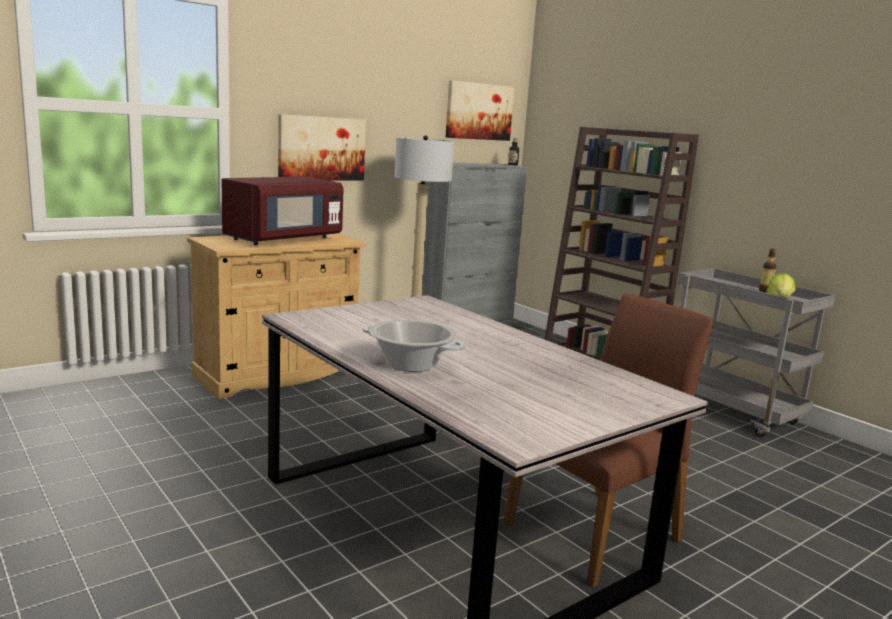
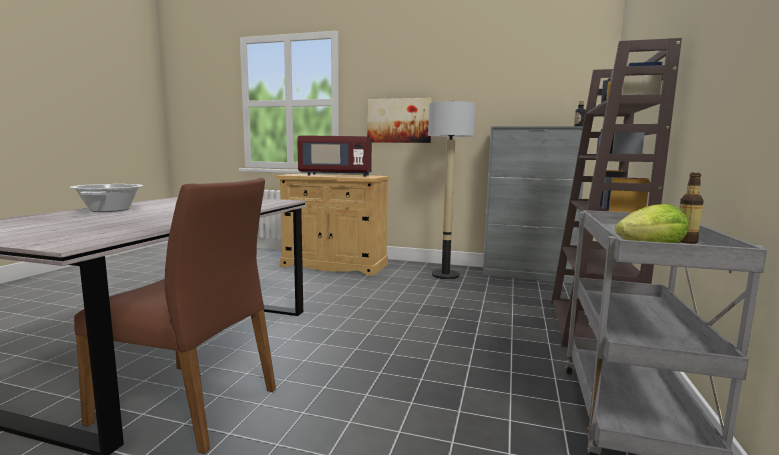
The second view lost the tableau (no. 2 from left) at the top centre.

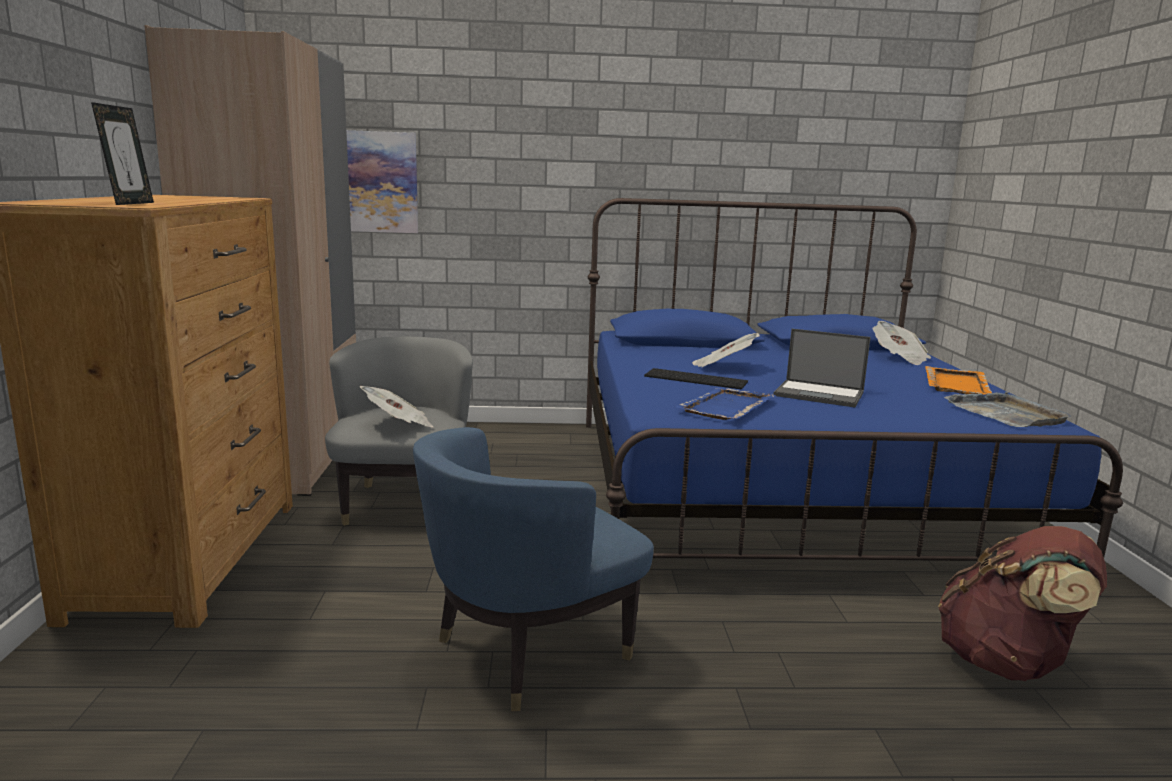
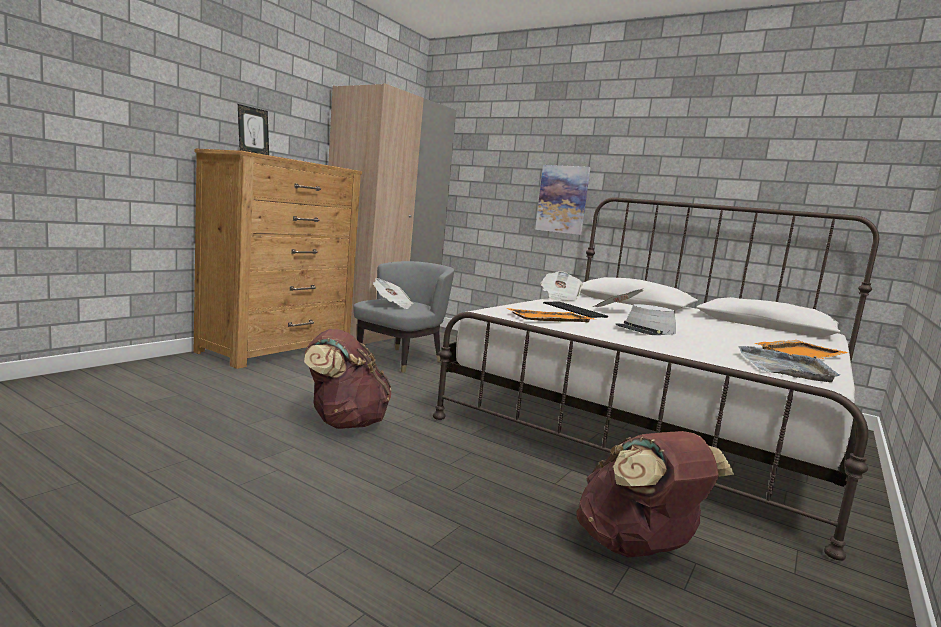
The tableau ended up elsewhere, having gone from the top left to the top centre. The journal (no. 3 from left in the first image) ended up elsewhere, having gone from the middle right to the centre. Where the fauteuil [bleu] stood at the bottom centre, the sac à dos [marron] (no. 1 from left) came to stand at the centre. Where the ordinateur portable stood at the middle right, the chapeau [gris] came to stand at the middle right. What was the lit [bleu] at the middle right turned into the lit [blanc] at the middle right. What was the plateau [bleu] at the centre turned into the plateau [orange] (no. 1 from left) at the centre.

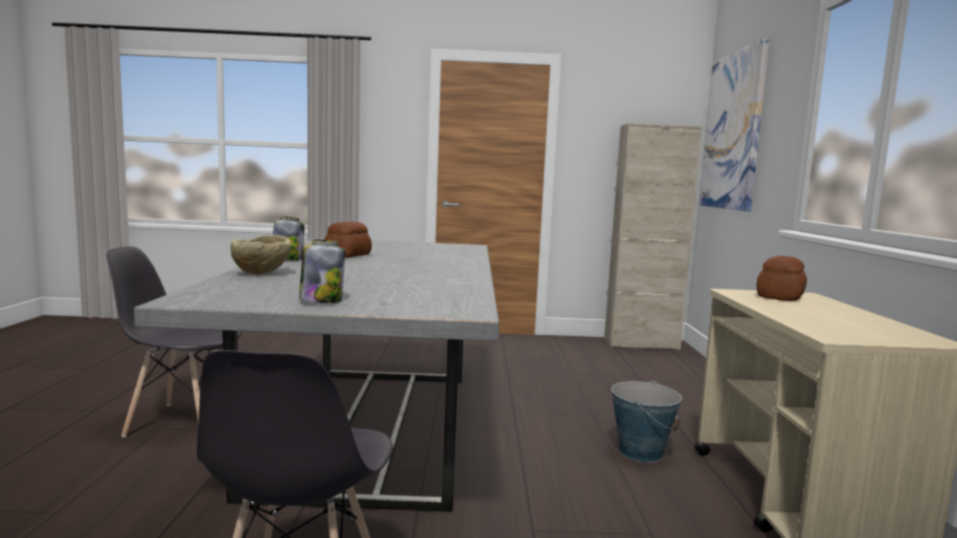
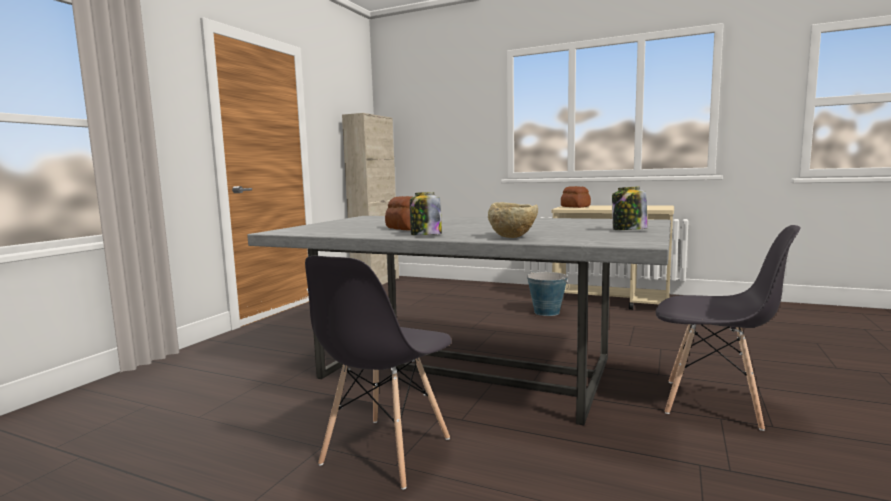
The second view lost the tableau at the top right.

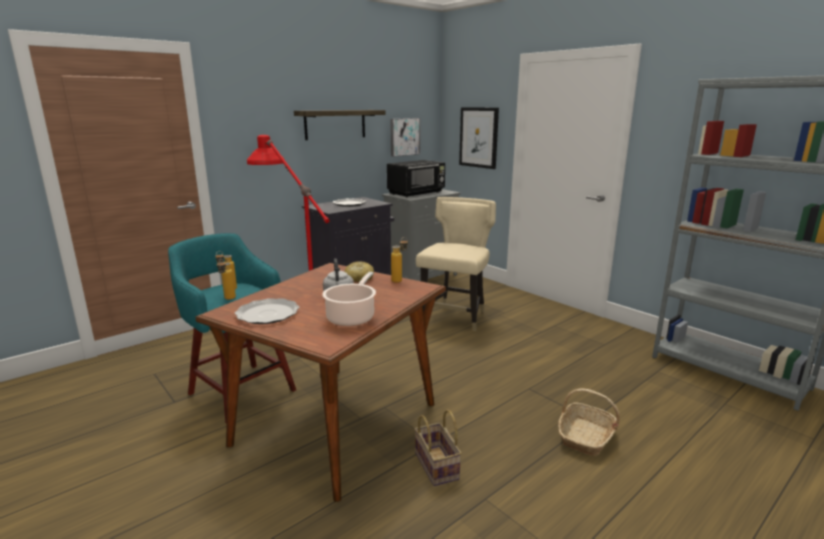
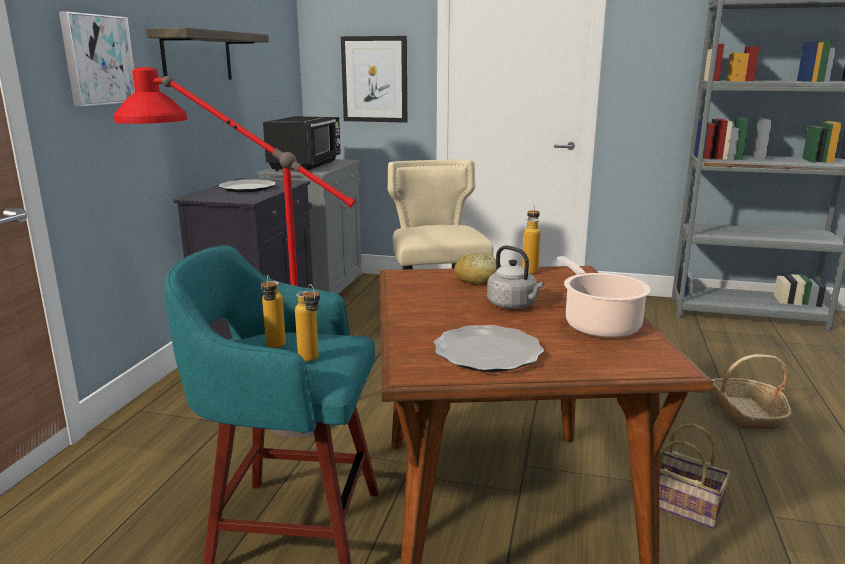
The tableau (no. 1 from left) ended up elsewhere, having gone from the top centre to the top left.

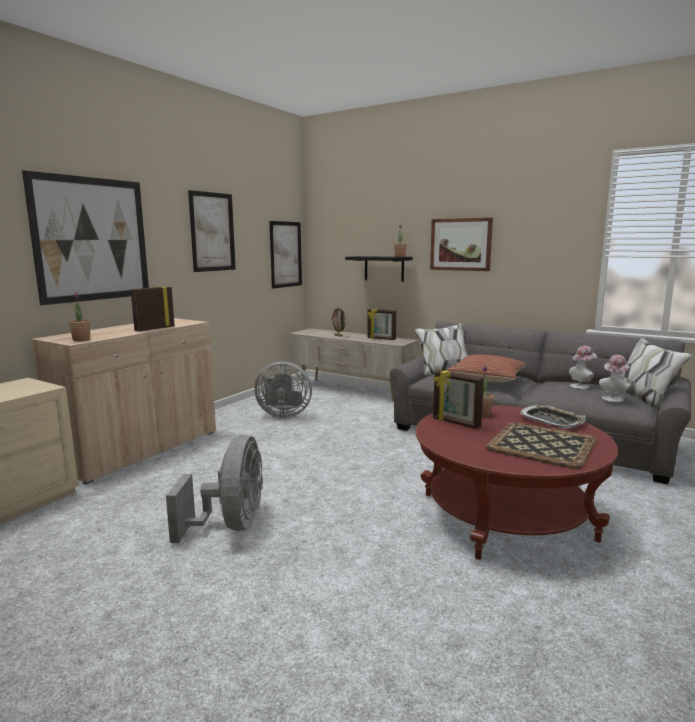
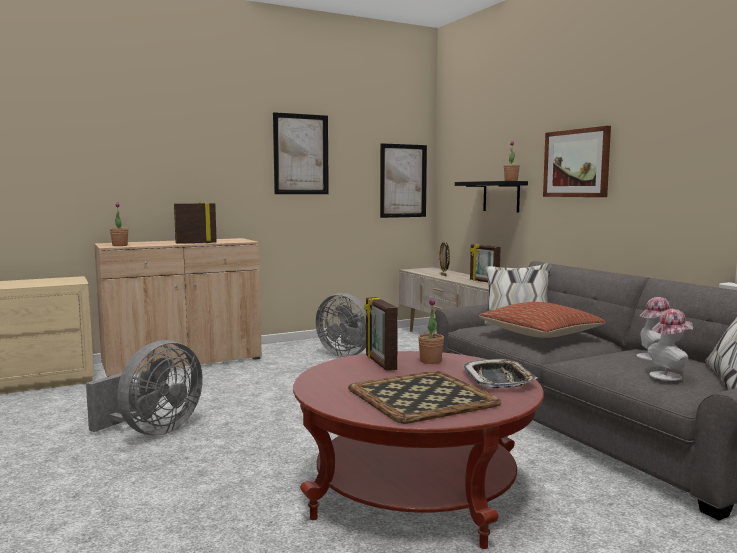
The second view lost the tableau (no. 1 from left) at the top left.

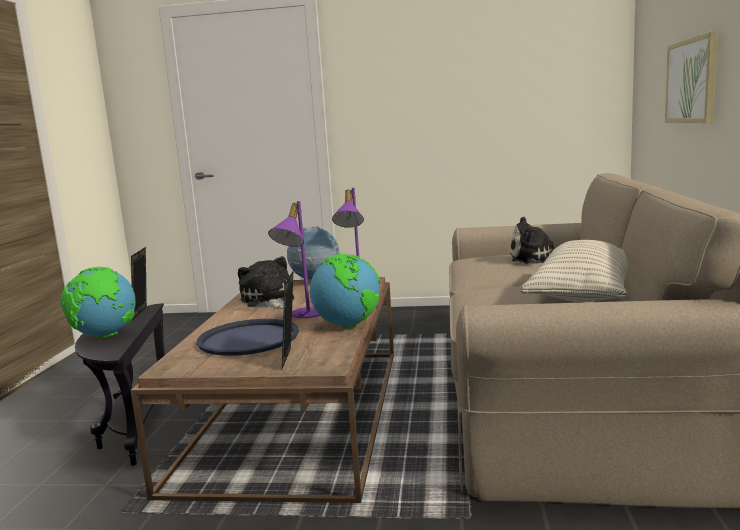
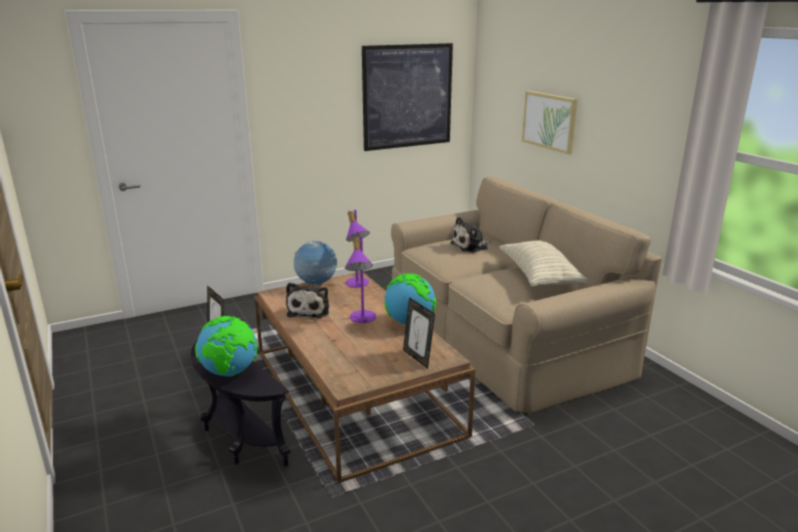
The second view lost the plateau [bleu] at the centre. The second view gained the tableau (no. 1 from left) at the top centre. The peluche (no. 1 from left) at the centre ended up facing another way, 120 degrees counterclockwise from before.

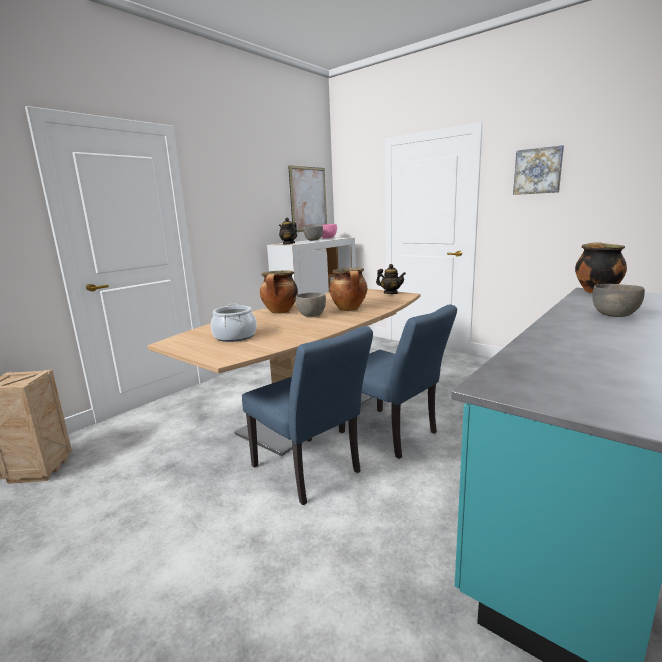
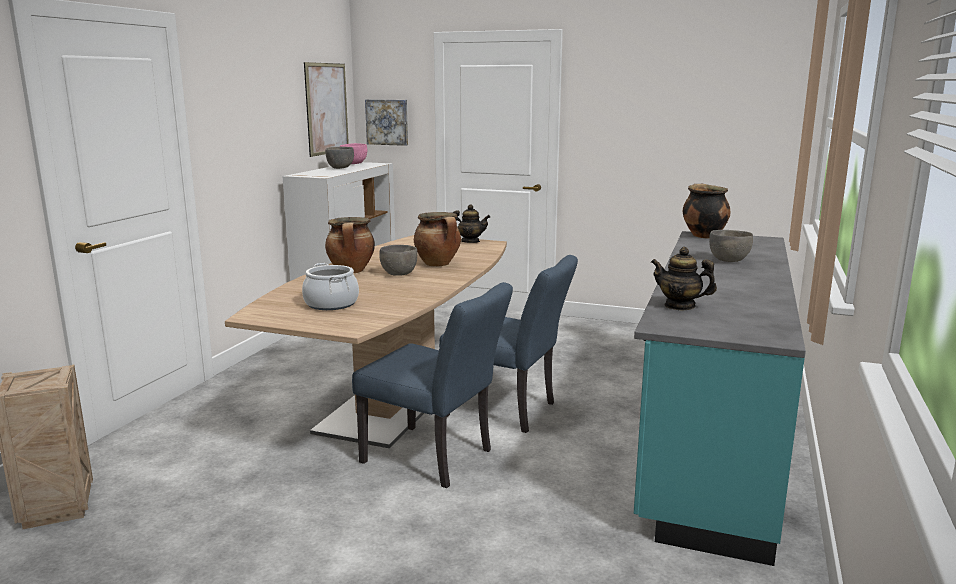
The théière (no. 1 from left in the first image) ended up elsewhere, having gone from the centre to the middle right. The tableau (no. 2 from left) ended up elsewhere, having gone from the top right to the top centre.

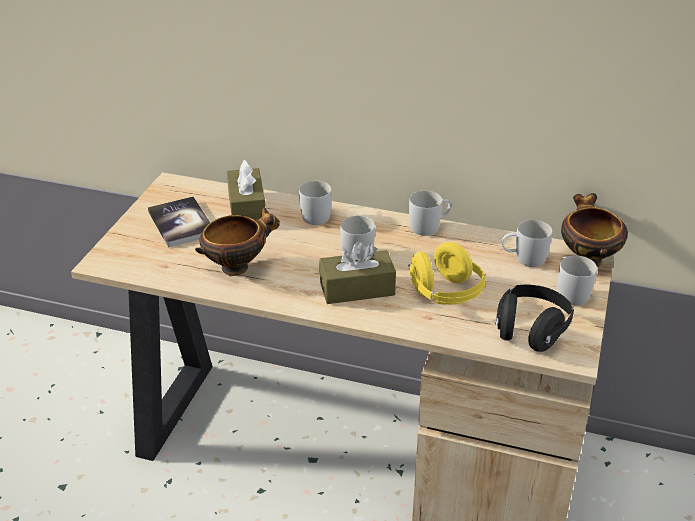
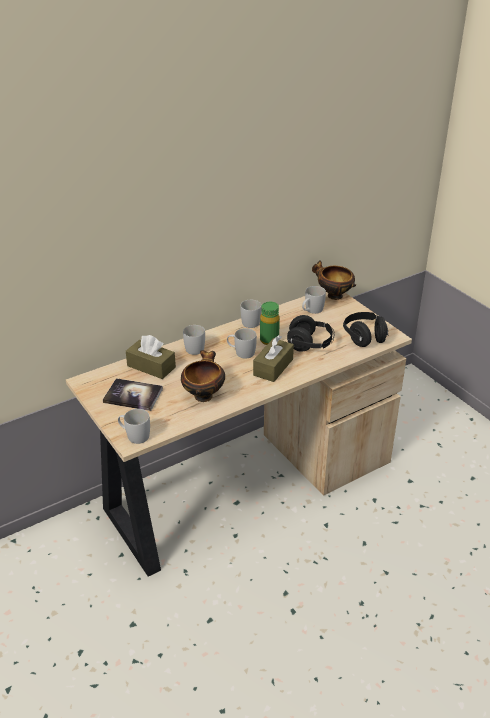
The second view gained the bouteille [vert] at the centre. The mug [blanc] (no. 5 from left in the first image) ended up elsewhere, having gone from the middle right to the middle left. What was the casque audio [jaune] at the centre turned into the casque audio [noir] (no. 1 from left) at the centre.

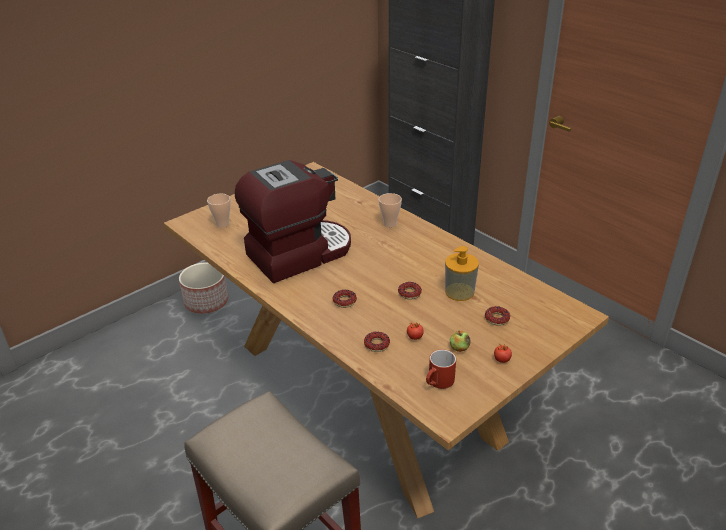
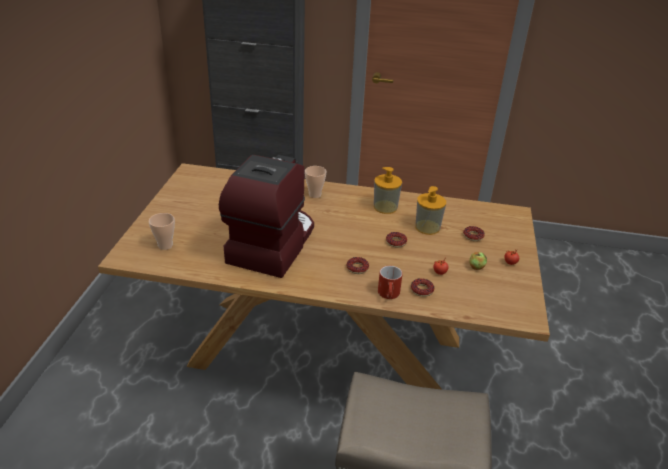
The second view lost the cache-pot at the middle left. The second view gained the distributeur de savon (no. 1 from left) at the centre. The mug [rouge] ended up elsewhere, having gone from the bottom centre to the centre.

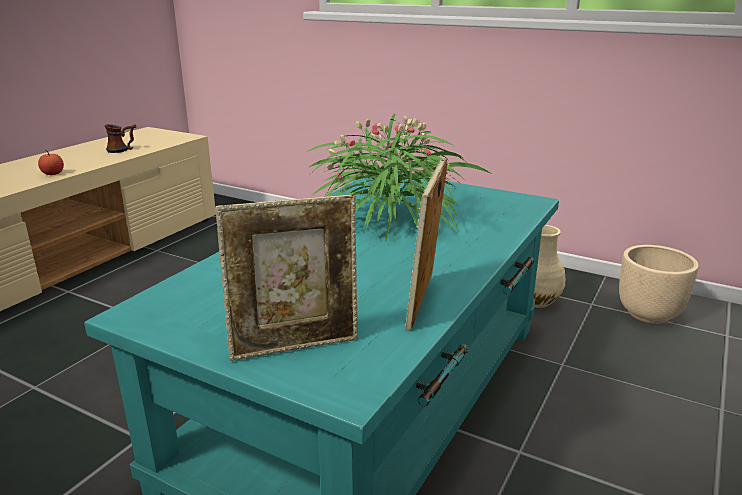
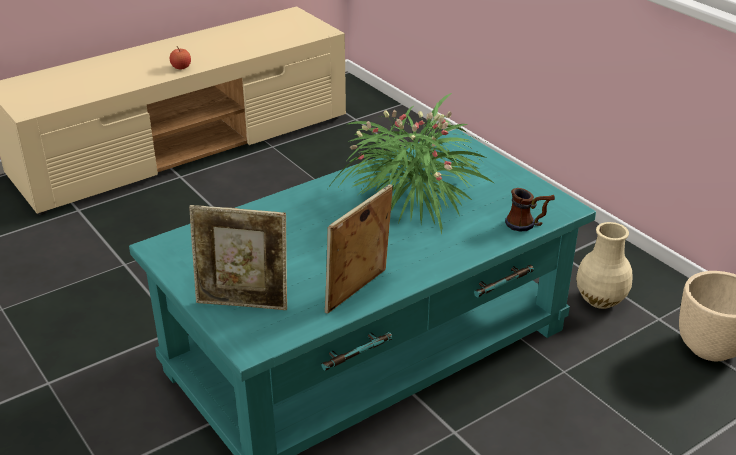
The mug ended up elsewhere, having gone from the top left to the middle right.

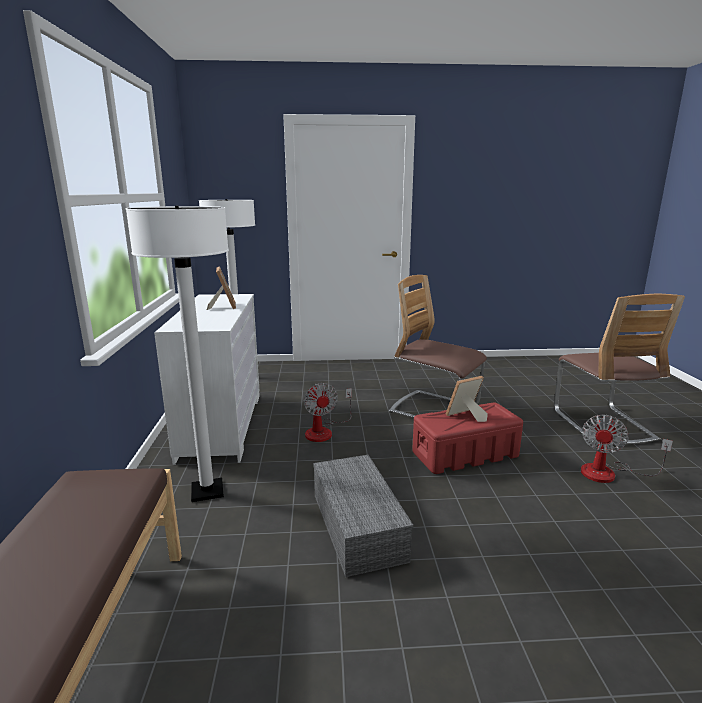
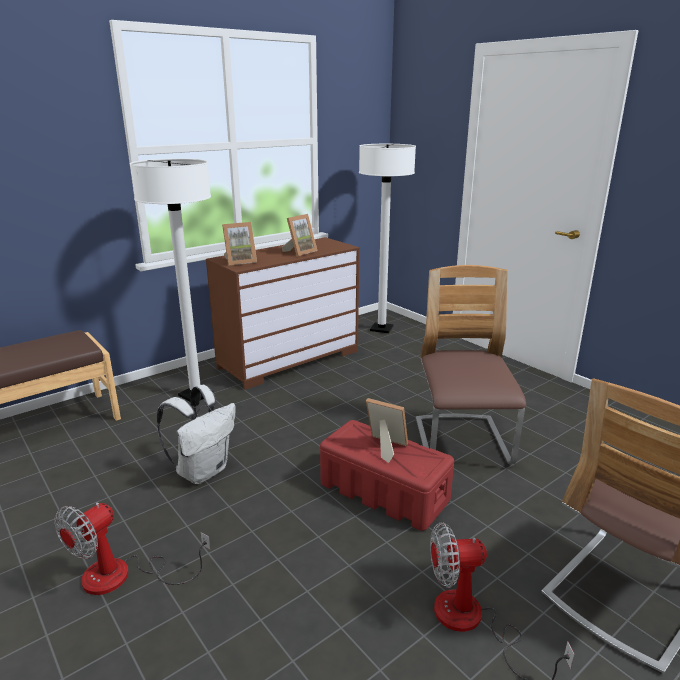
The second view gained the cadre photo (no. 1 from left) at the centre. The ventilateur (no. 1 from left) ended up elsewhere, having gone from the centre to the bottom left. Where the boîte de rangement [gris] stood at the bottom centre, the sac à dos [blanc] came to stand at the middle left. What was the commode [blanc] at the middle left turned into the commode [marron] at the centre.

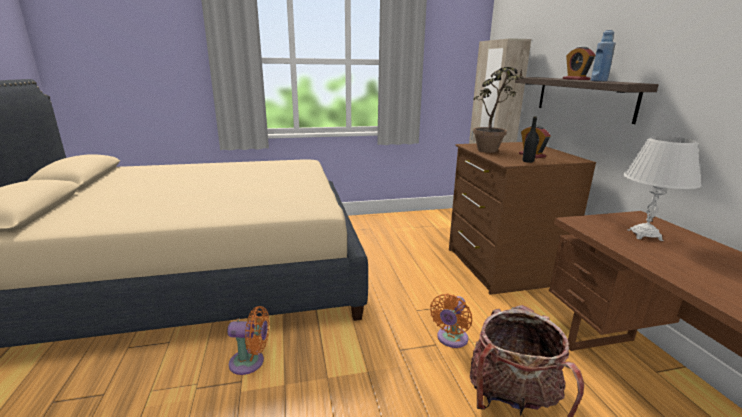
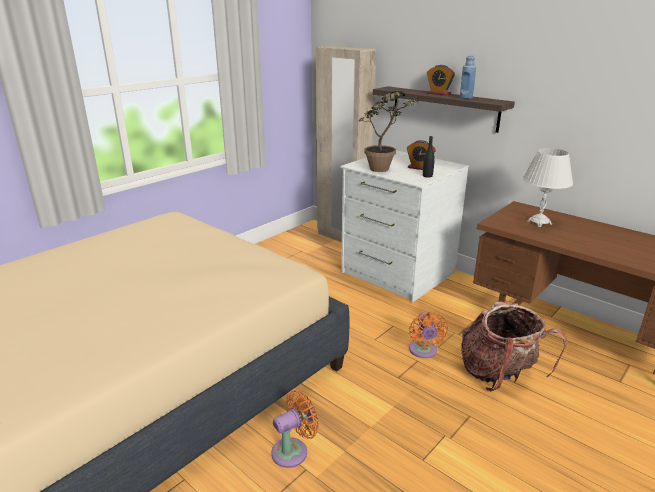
What was the commode [marron] at the middle right turned into the commode [blanc] at the centre.

